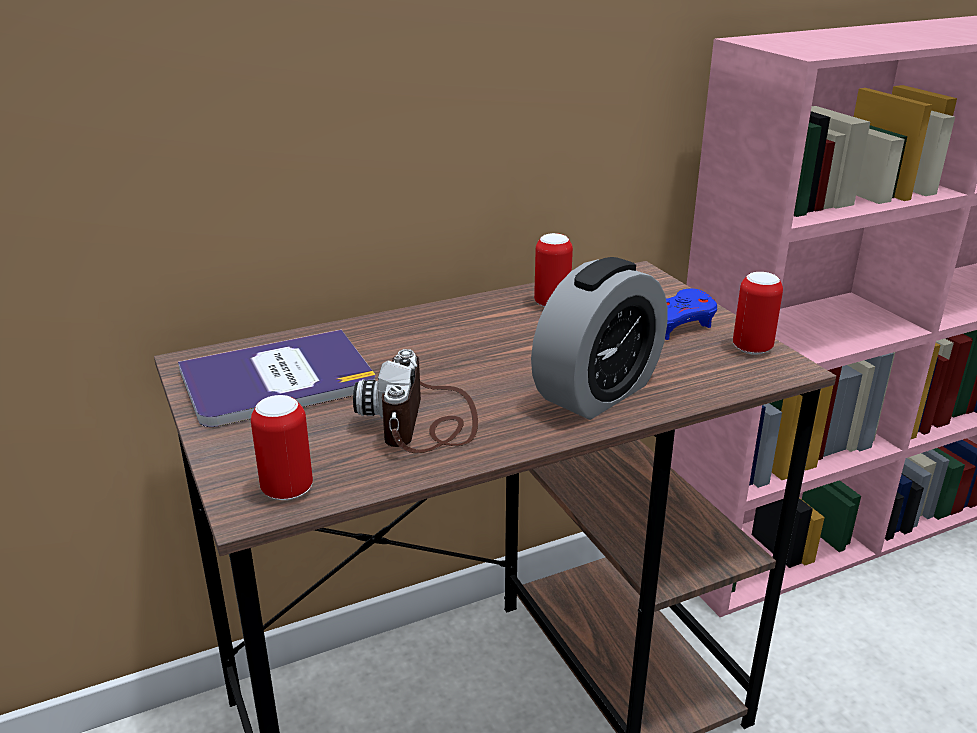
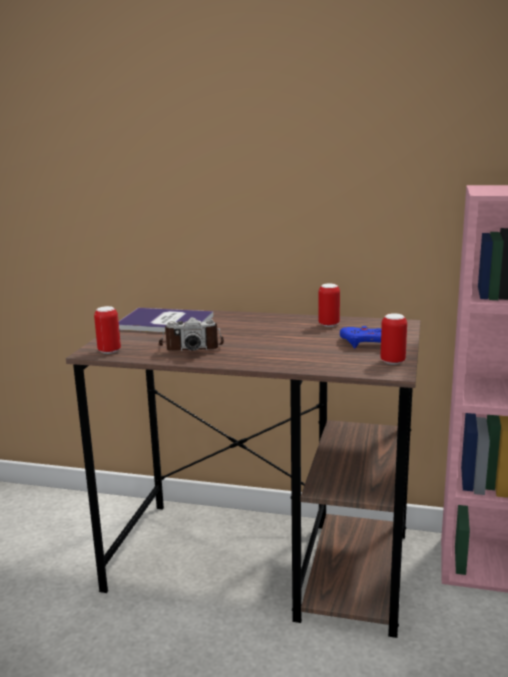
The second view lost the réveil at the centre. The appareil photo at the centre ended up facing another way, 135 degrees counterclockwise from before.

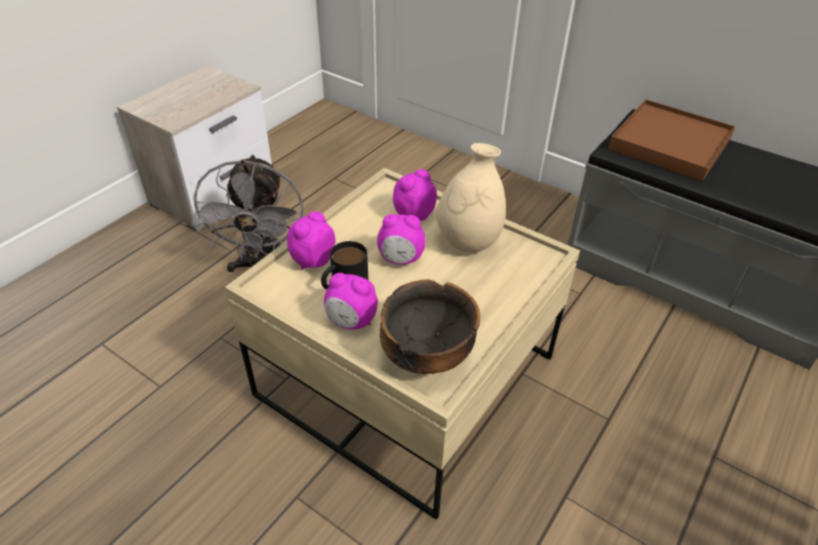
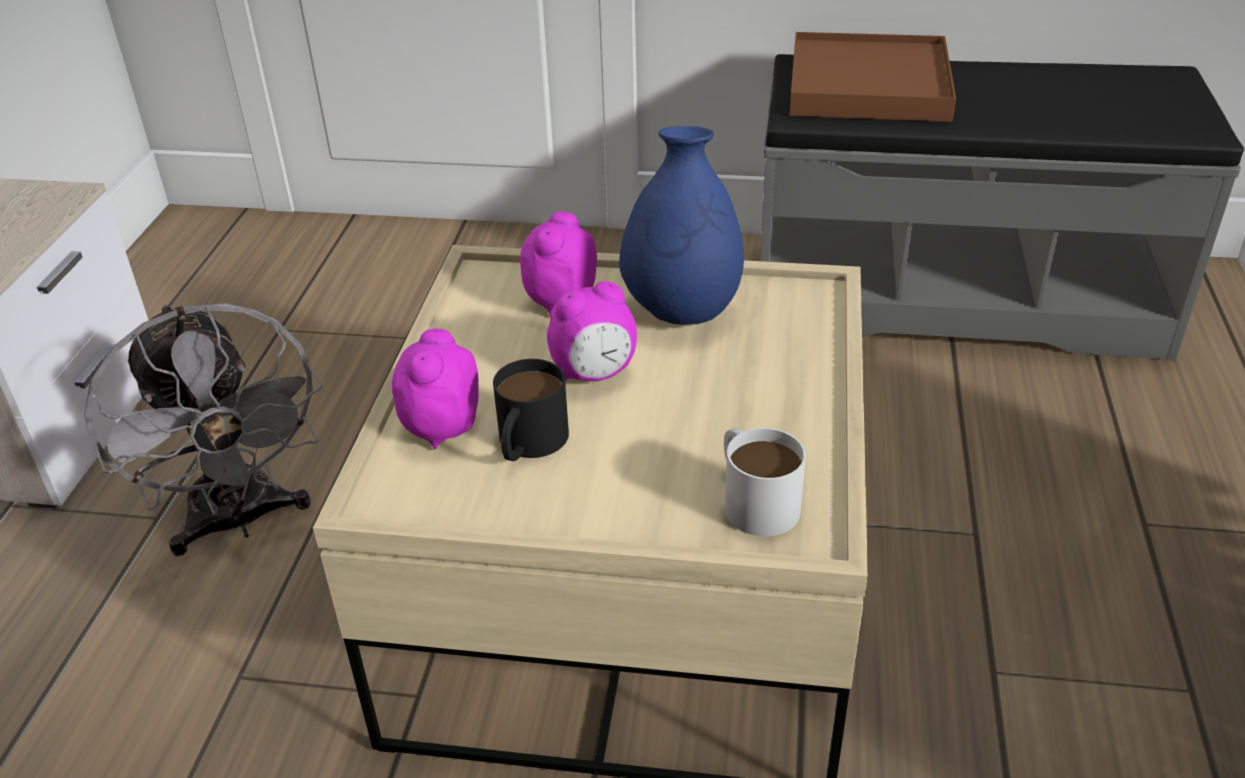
The second view lost the réveil (no. 2 from left) at the centre. Where the bol stood at the centre, the mug [blanc] came to stand at the centre. What was the vase [beige] at the centre turned into the vase [bleu] at the top centre.

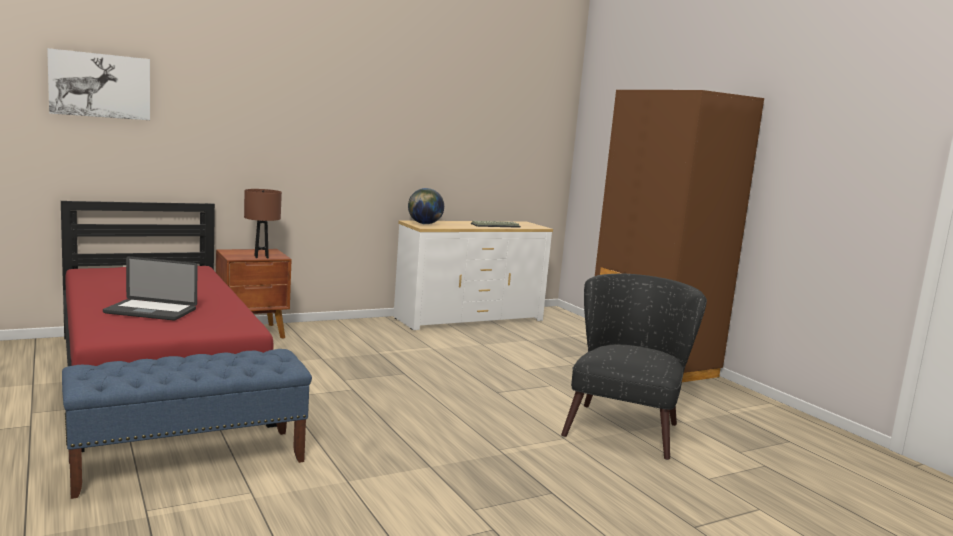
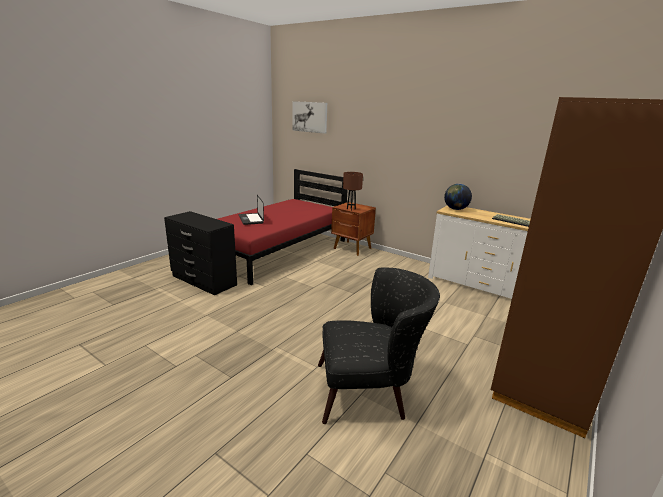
Where the banc [bleu] stood at the bottom left, the commode [noir] came to stand at the middle left.

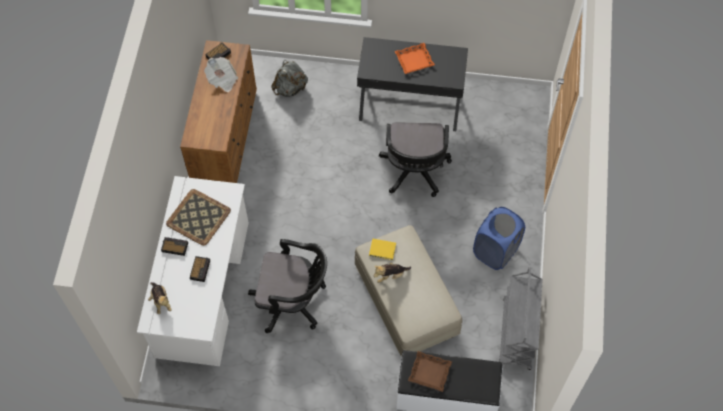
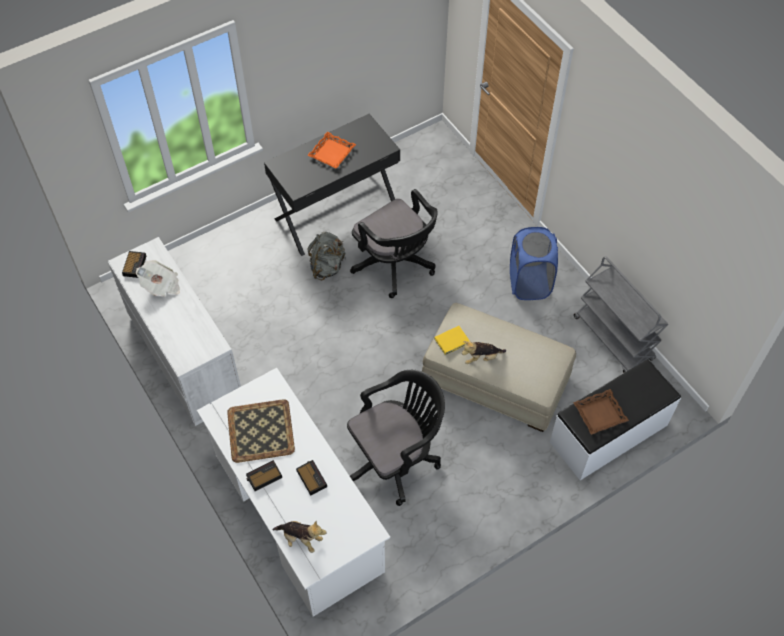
The sac à dos [gris] ended up elsewhere, having gone from the top centre to the centre. What was the commode [marron] at the top left turned into the commode [blanc] at the middle left. The peluche (no. 2 from left) at the centre ended up facing another way, 45 degrees clockwise from before.

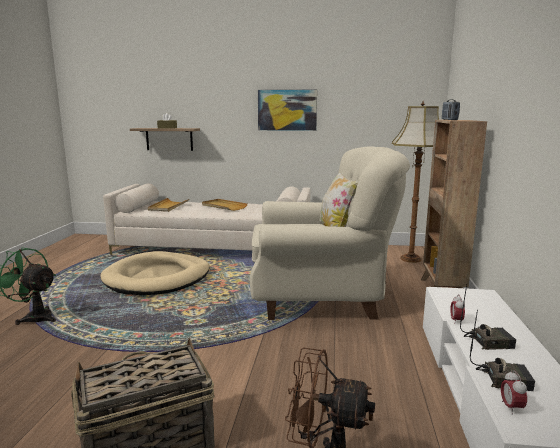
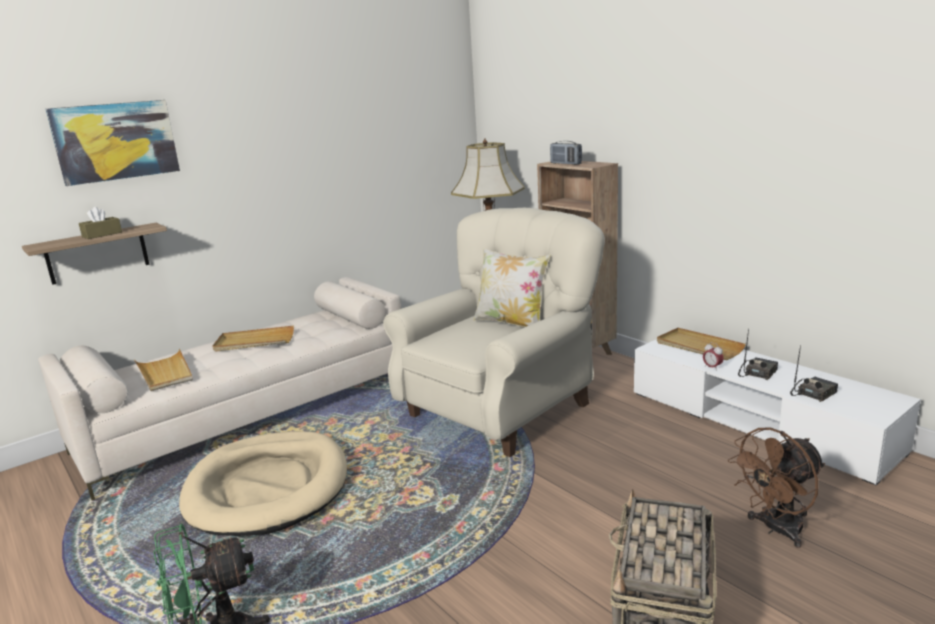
The second view lost the réveil (no. 2 from left) at the bottom right. The second view gained the plateau [beige] (no. 3 from left) at the middle right. The tableau ended up elsewhere, having gone from the top centre to the top left.

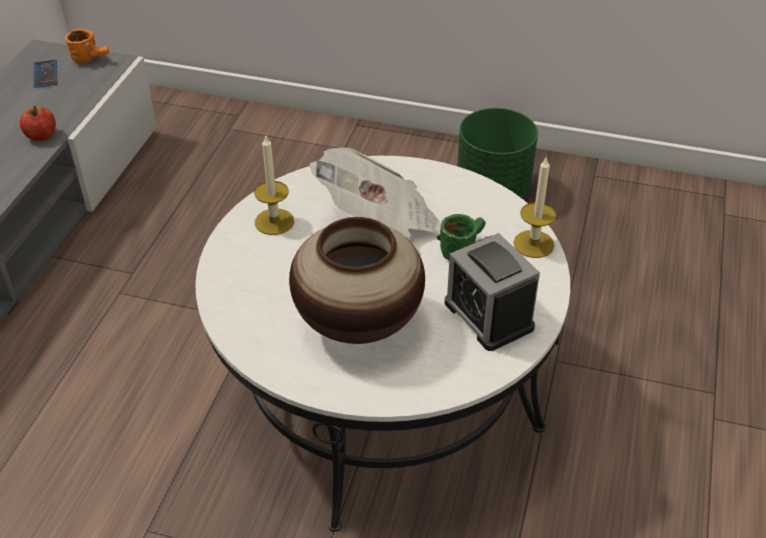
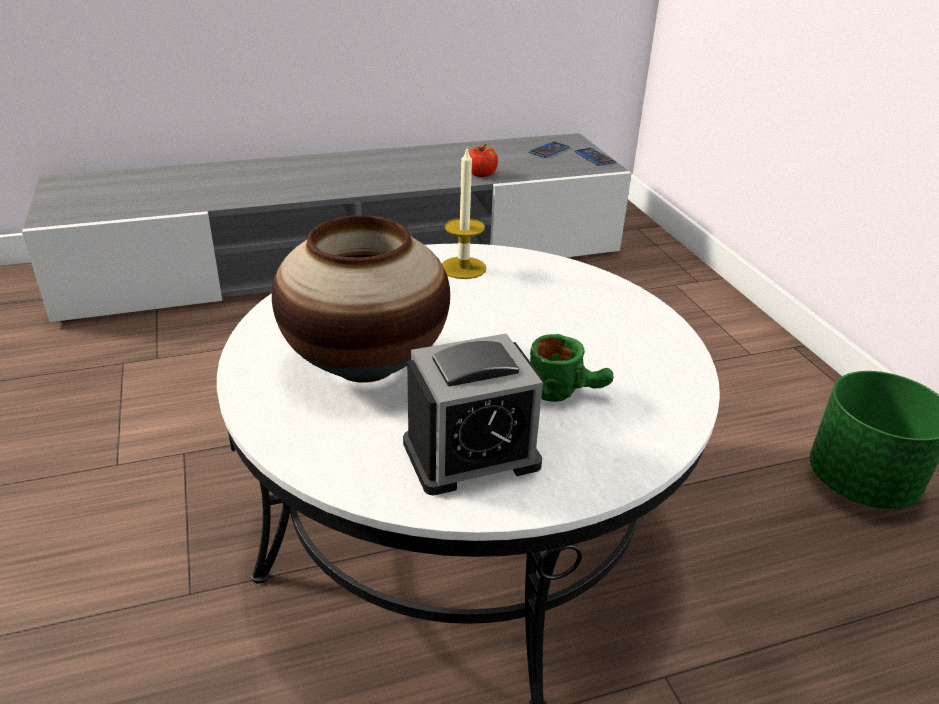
The second view lost the journal at the centre. The second view lost the bougie (no. 2 from left) at the middle right. Where the mug [orange] stood at the top left, the téléphone (no. 2 from left) came to stand at the top centre. The réveil at the centre ended up facing another way, 135 degrees counterclockwise from before.

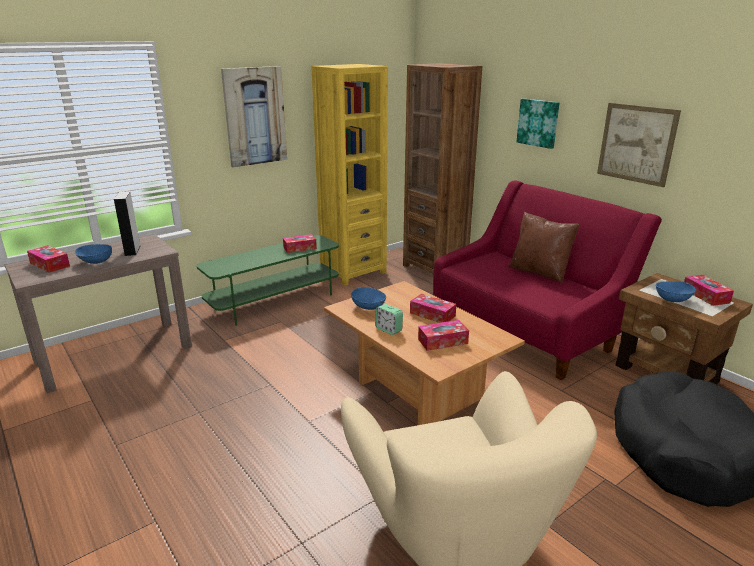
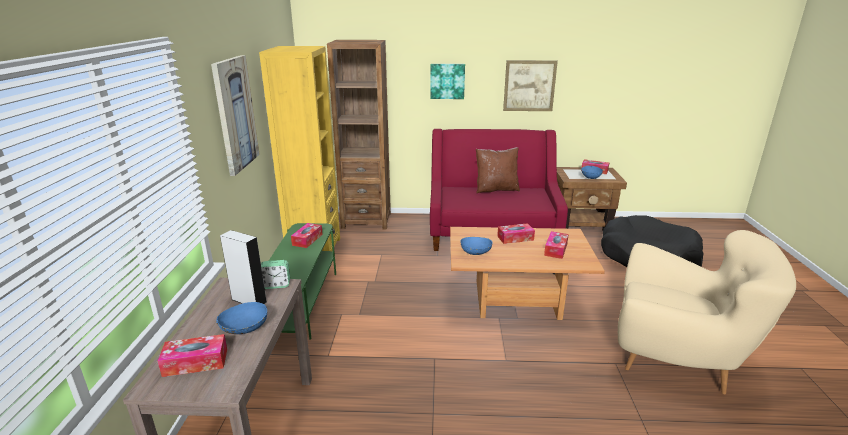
The réveil ended up elsewhere, having gone from the centre to the middle left.

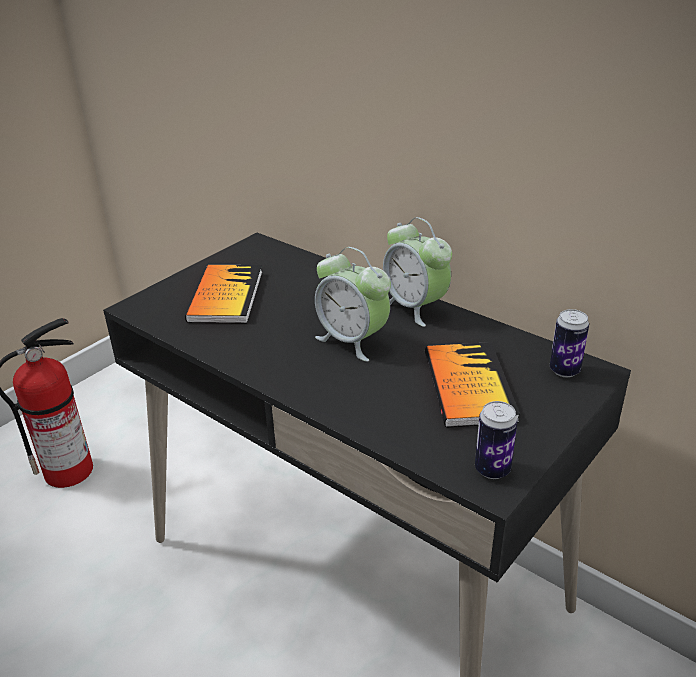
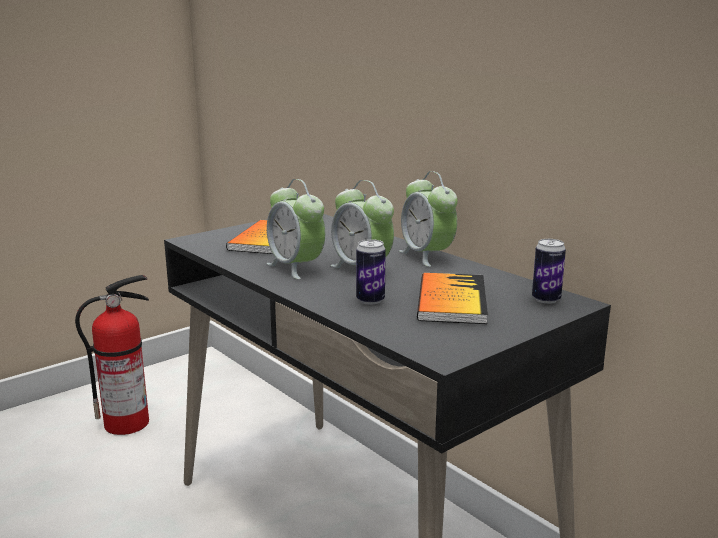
The second view gained the réveil (no. 1 from left) at the centre. The boîte métallique (no. 1 from left) ended up elsewhere, having gone from the middle right to the centre.

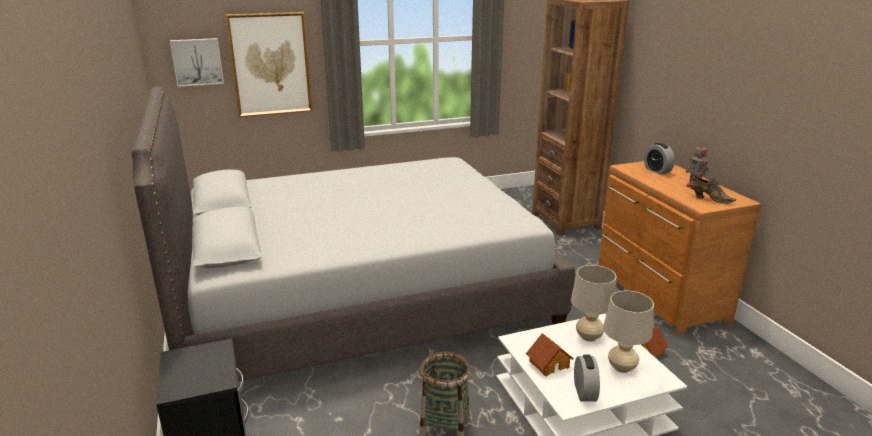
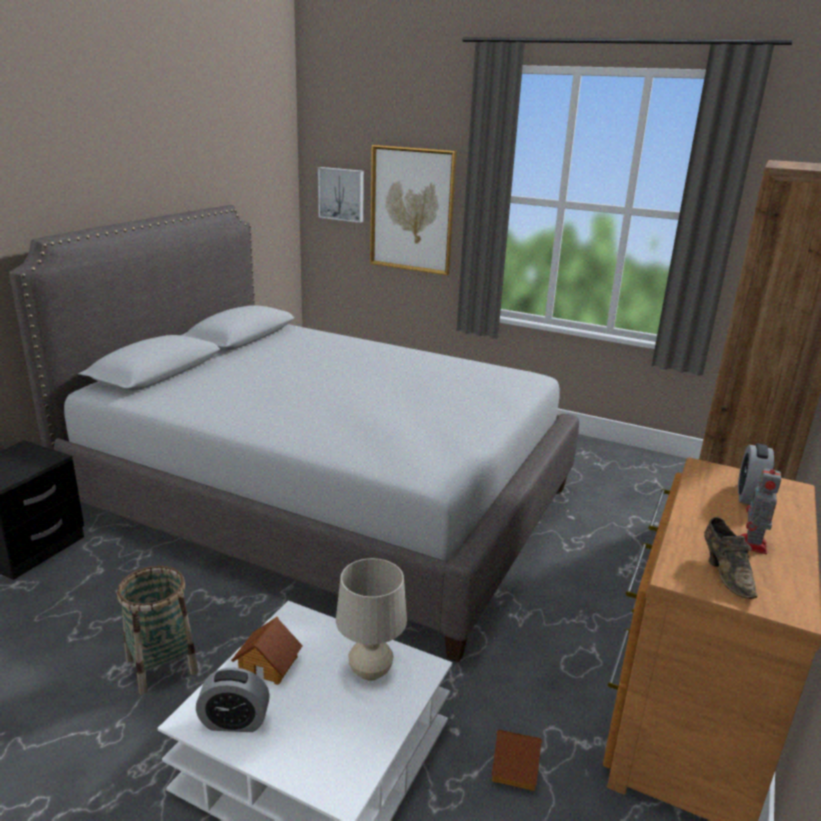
The second view lost the lampe de table [beige] (no. 2 from left) at the bottom right. The réveil (no. 1 from left) at the bottom right ended up facing another way, 45 degrees clockwise from before.

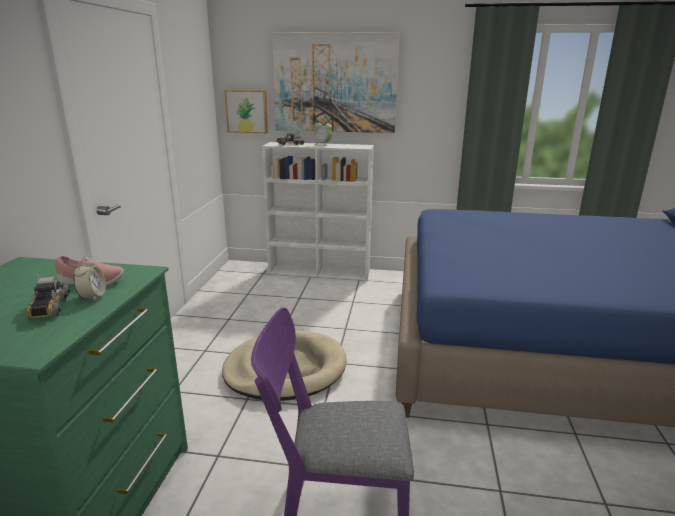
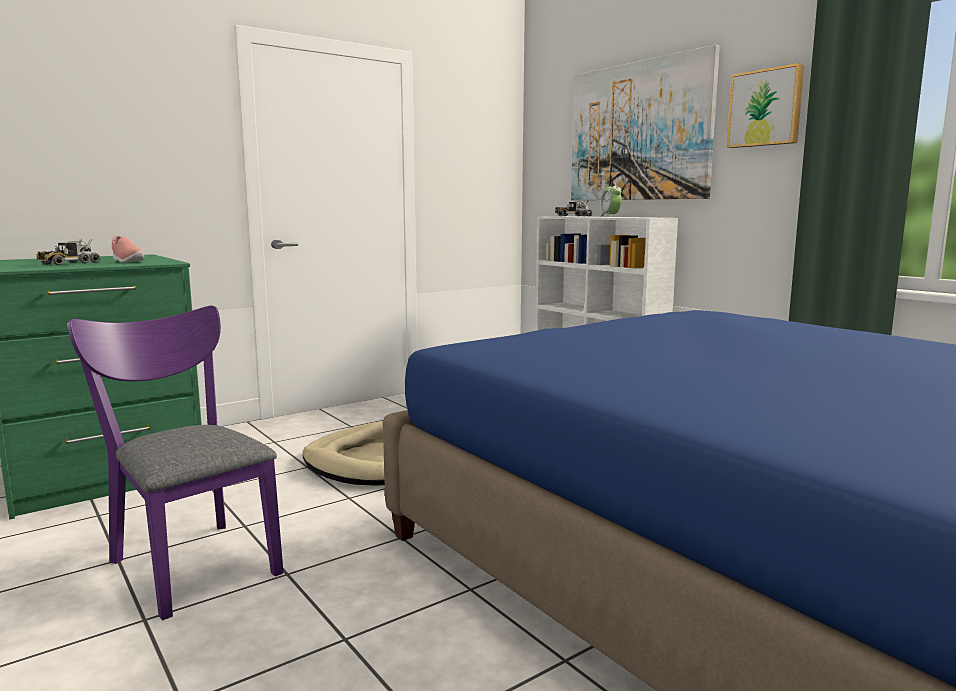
The second view lost the réveil (no. 1 from left) at the middle left. The tableau (no. 1 from left in the first image) ended up elsewhere, having gone from the top centre to the top right.

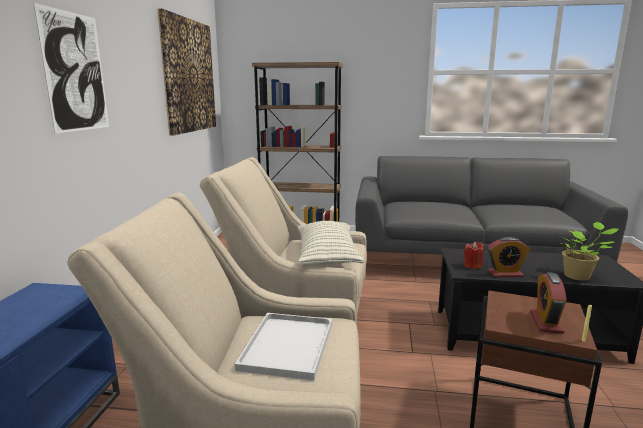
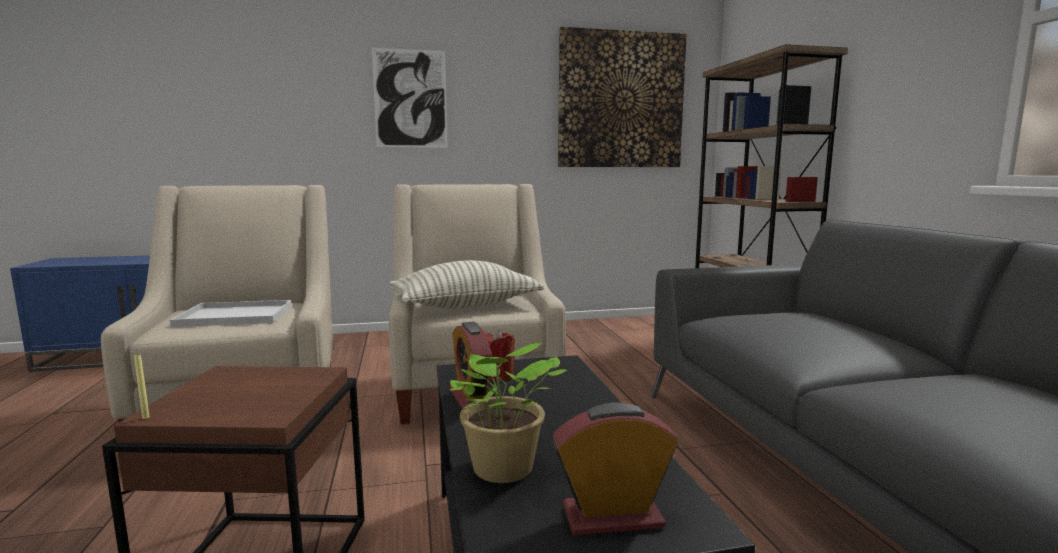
The réveil (no. 2 from left) ended up elsewhere, having gone from the bottom right to the bottom centre.

